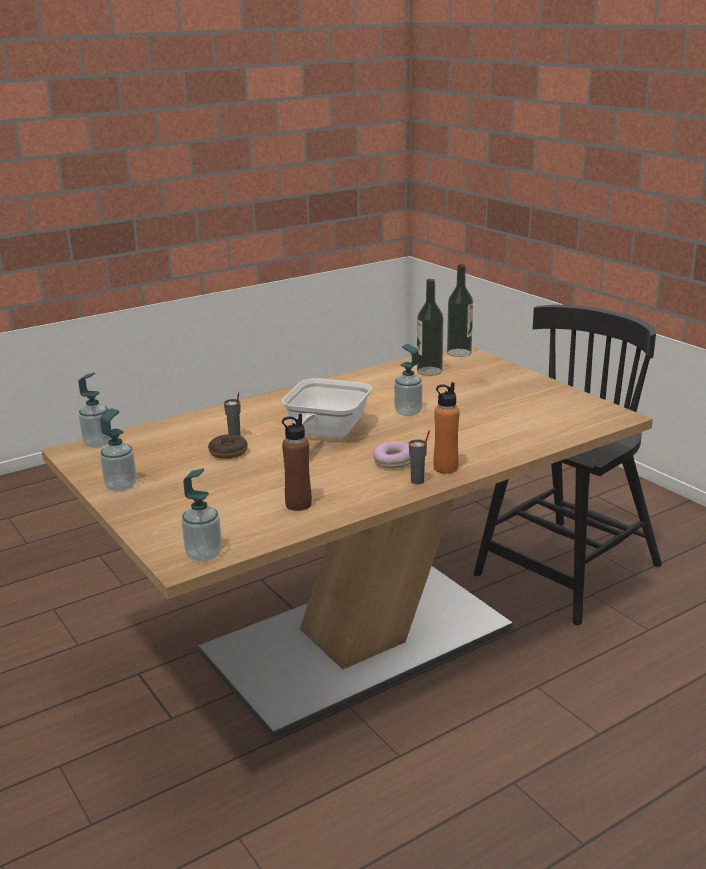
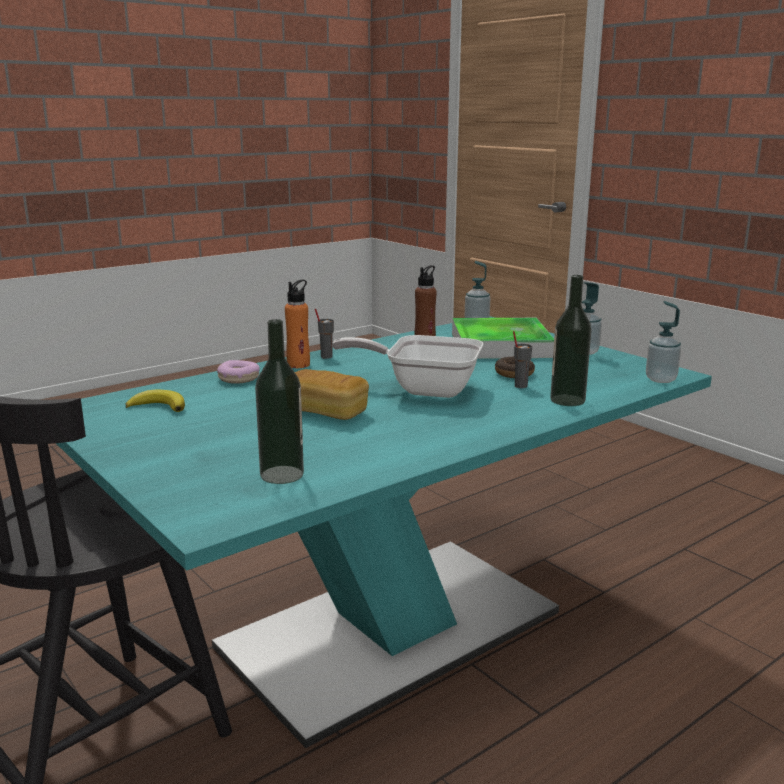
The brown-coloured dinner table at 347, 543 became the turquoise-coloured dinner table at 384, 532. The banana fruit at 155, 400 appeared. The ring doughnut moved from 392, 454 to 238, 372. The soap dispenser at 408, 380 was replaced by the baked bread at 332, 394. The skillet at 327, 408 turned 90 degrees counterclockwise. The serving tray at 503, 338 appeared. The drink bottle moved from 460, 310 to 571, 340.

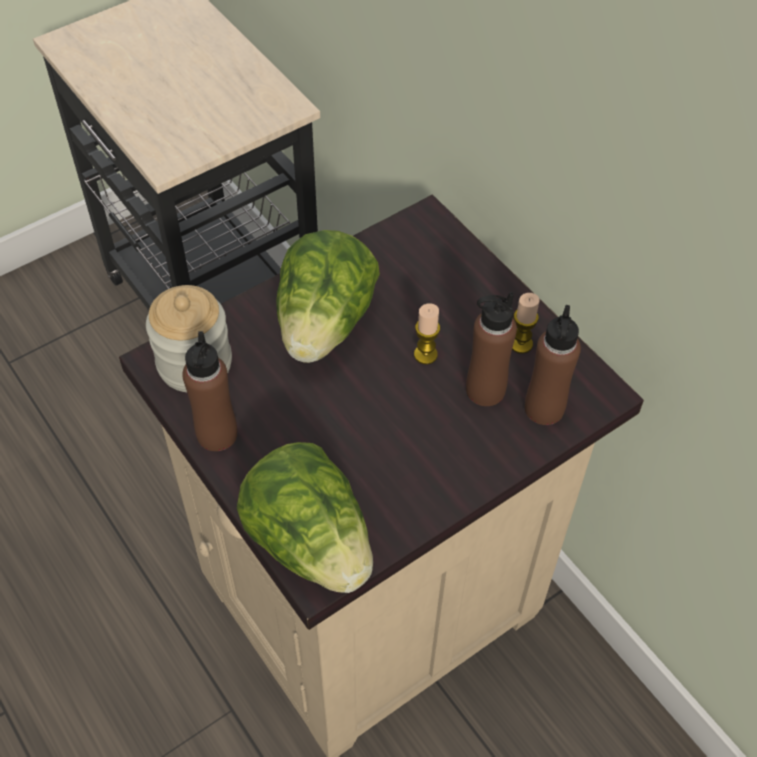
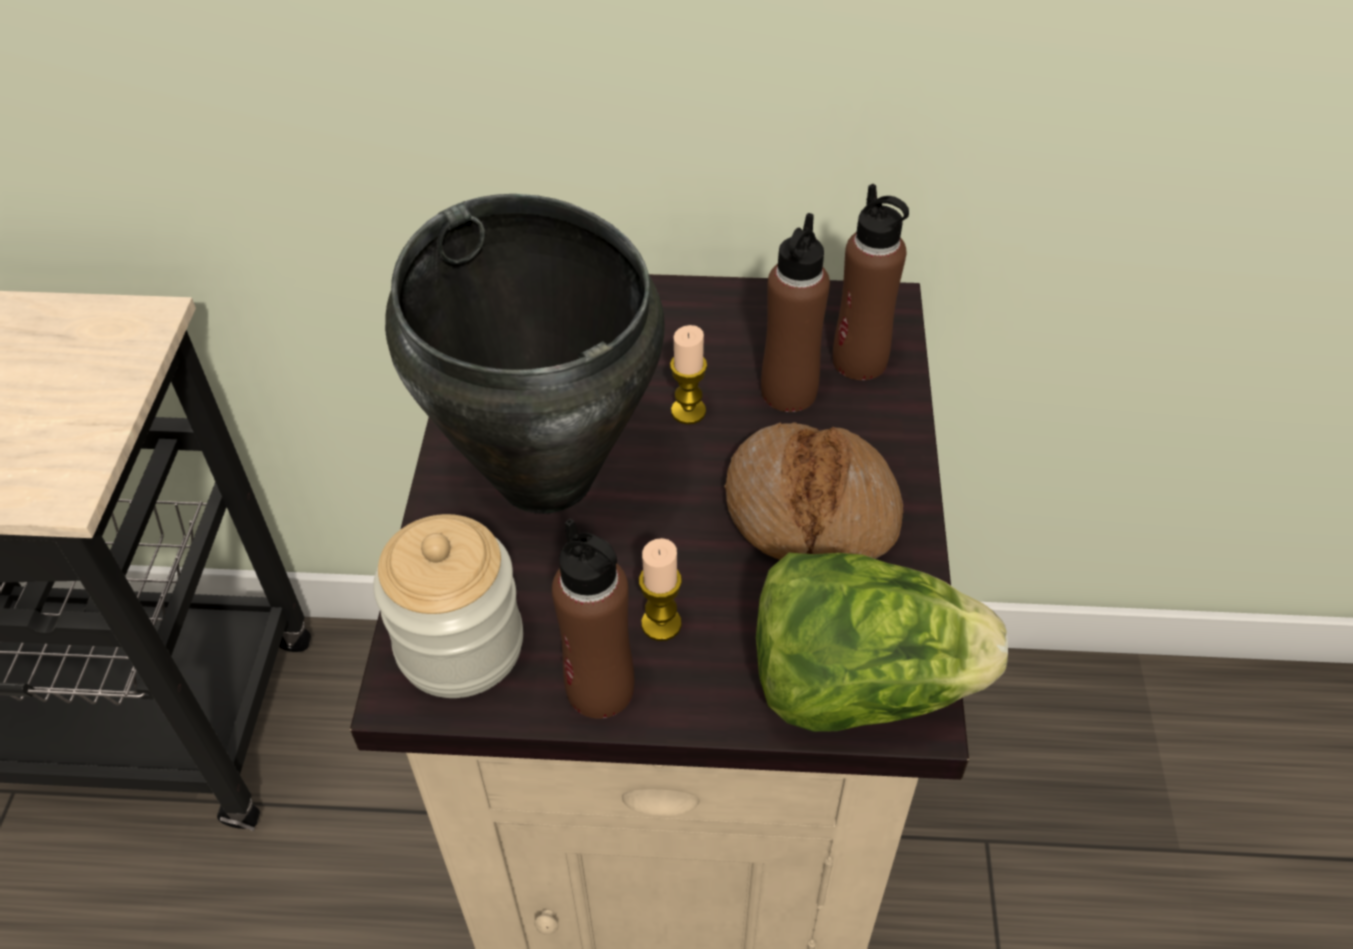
The head of lettuce at 328, 296 was replaced by the black-coloured cooking pot at 525, 354. The wax light moved from 526, 323 to 660, 589. The baked bread at 813, 491 appeared.

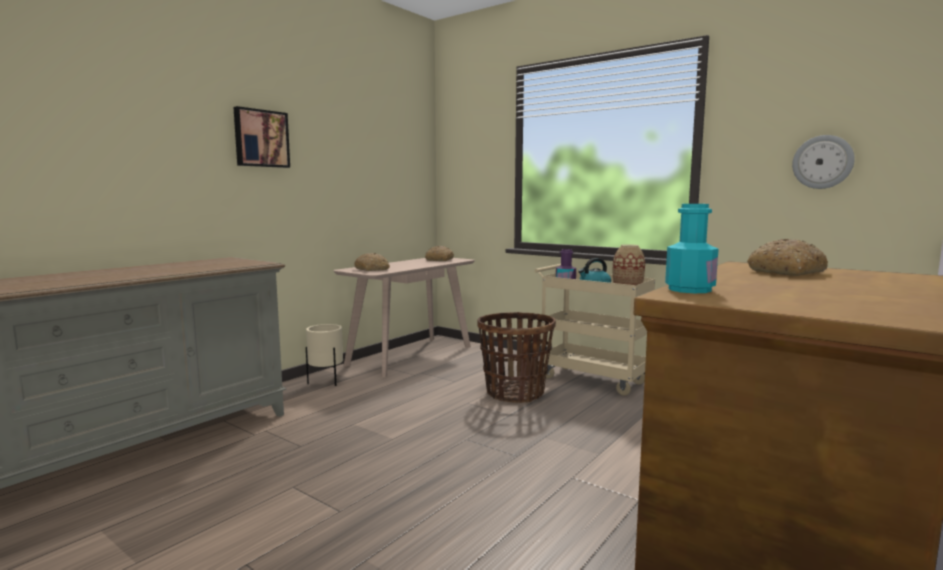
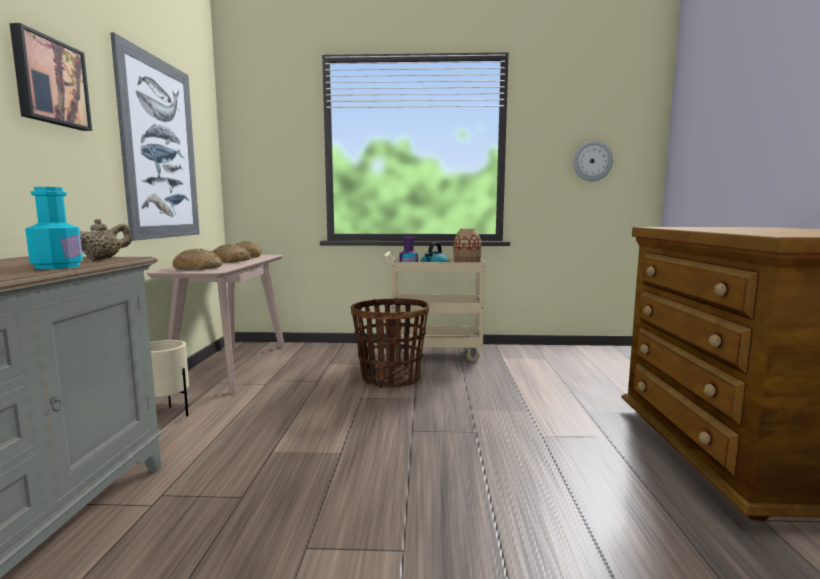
The turquoise-coloured drink bottle moved from 691, 248 to 54, 228. The beige-coloured tea pot at 106, 239 appeared. The picture at 155, 136 appeared. The baked bread moved from 787, 257 to 231, 253.

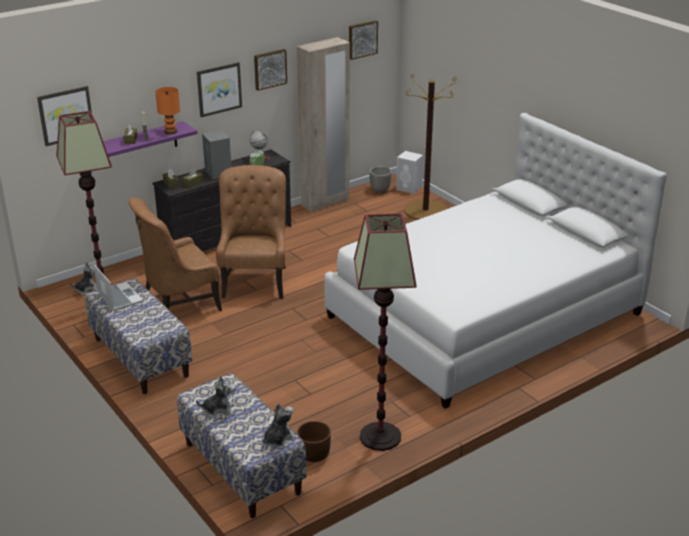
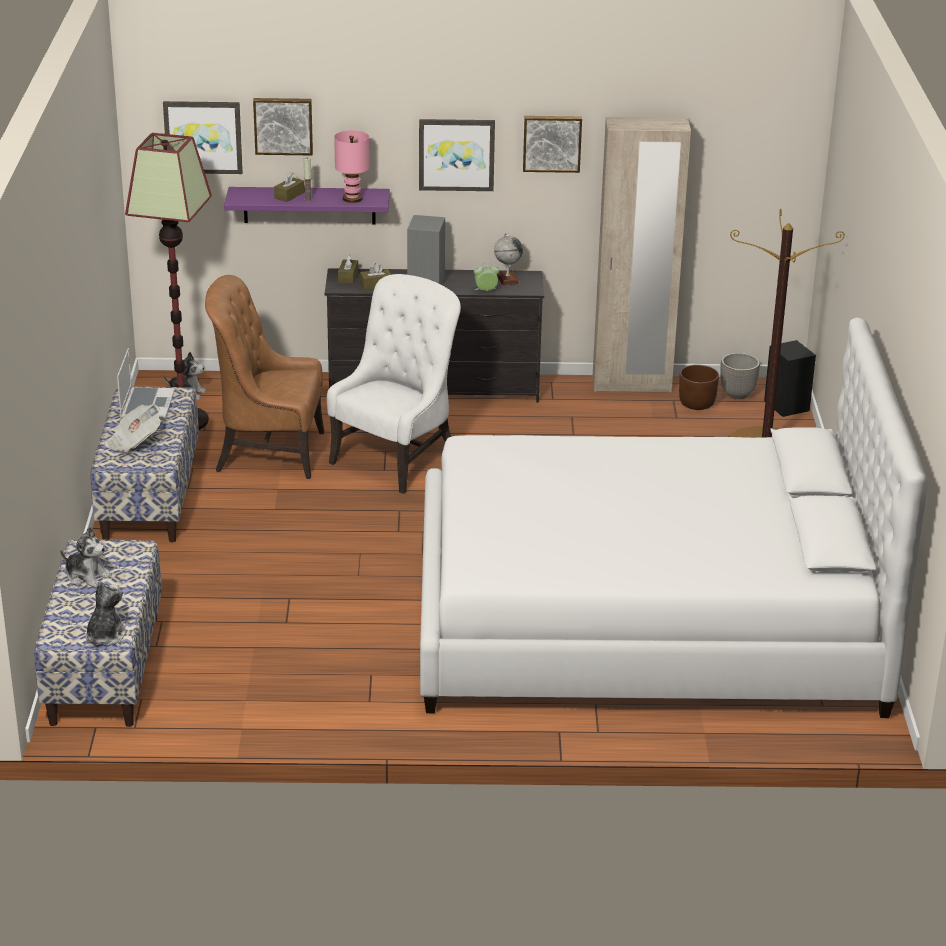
The soft toy at 279, 426 turned 60 degrees counterclockwise. The newspaper at 133, 429 appeared. The picture moved from 363, 40 to 283, 126. The brown-coloured plain chair at 251, 232 became the white plain chair at 394, 384. The orange-coloured tabletop lamp at 167, 110 became the pink-coloured tabletop lamp at 351, 166. The brown-coloured flower pot moved from 314, 441 to 699, 387. The white audio speaker at 409, 172 became the black-coloured audio speaker at 790, 378. The floor lamp at 385, 332 disappeared.

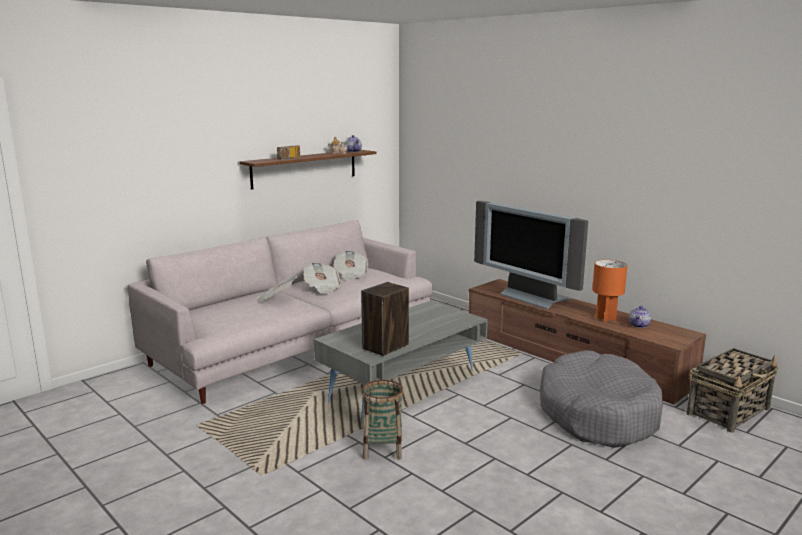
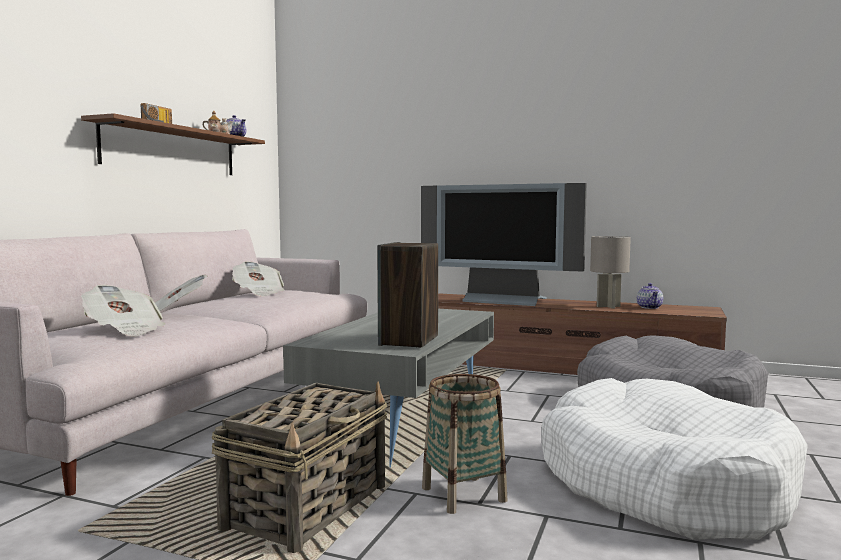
The newspaper moved from 322, 278 to 123, 311. The household basket moved from 732, 390 to 300, 467. The white pet bed at 674, 459 appeared. The orange-coloured tabletop lamp at 609, 291 became the grey tabletop lamp at 610, 272.

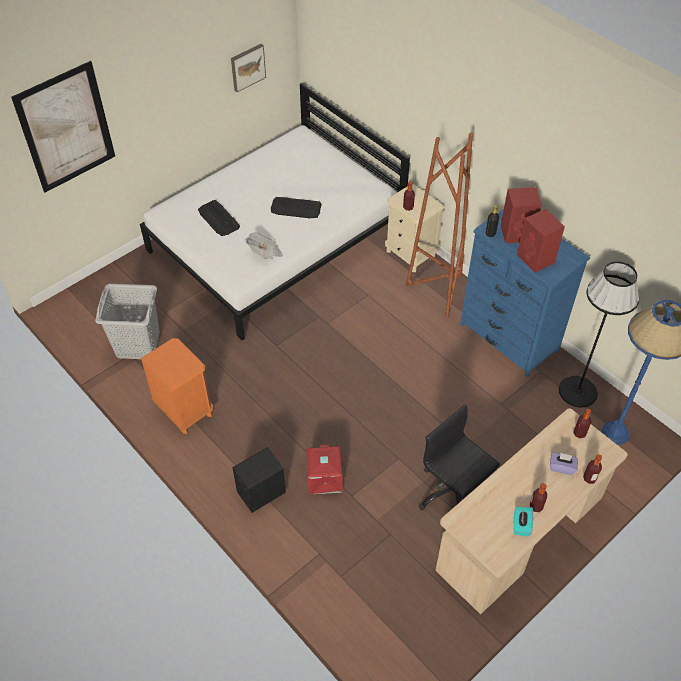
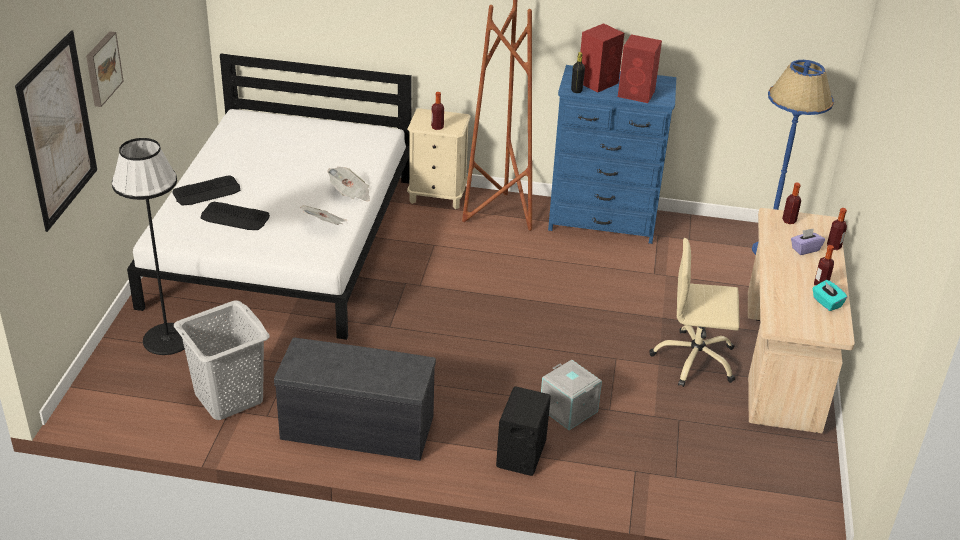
The picture moved from 248, 68 to 105, 69. The black-coloured floor lamp moved from 599, 334 to 152, 246. The computer keyboard moved from 296, 207 to 206, 190. The orange-coloured night table at 176, 386 was replaced by the grey bench at 355, 399. The newspaper at 348, 184 appeared. The red storage container at 324, 469 became the grey storage container at 571, 395. The black-coloured office chair at 459, 458 became the beige-coloured office chair at 694, 312.

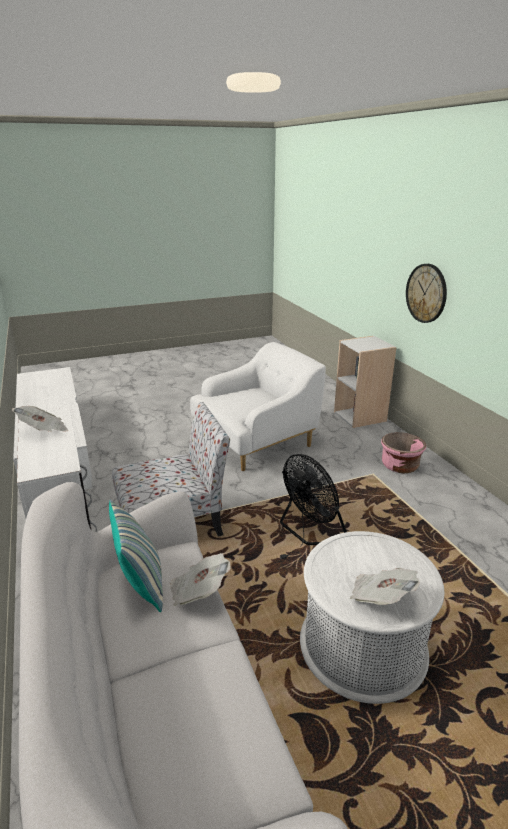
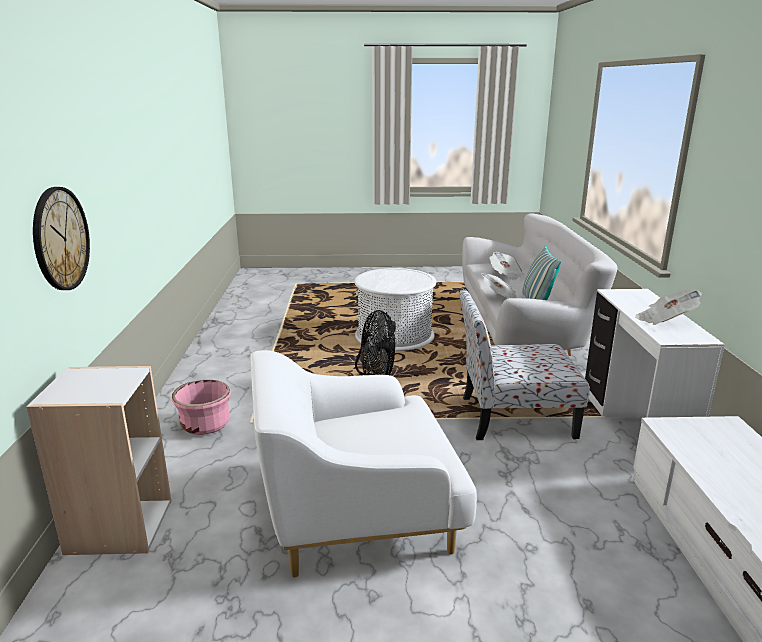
The newspaper moved from 385, 586 to 506, 266.

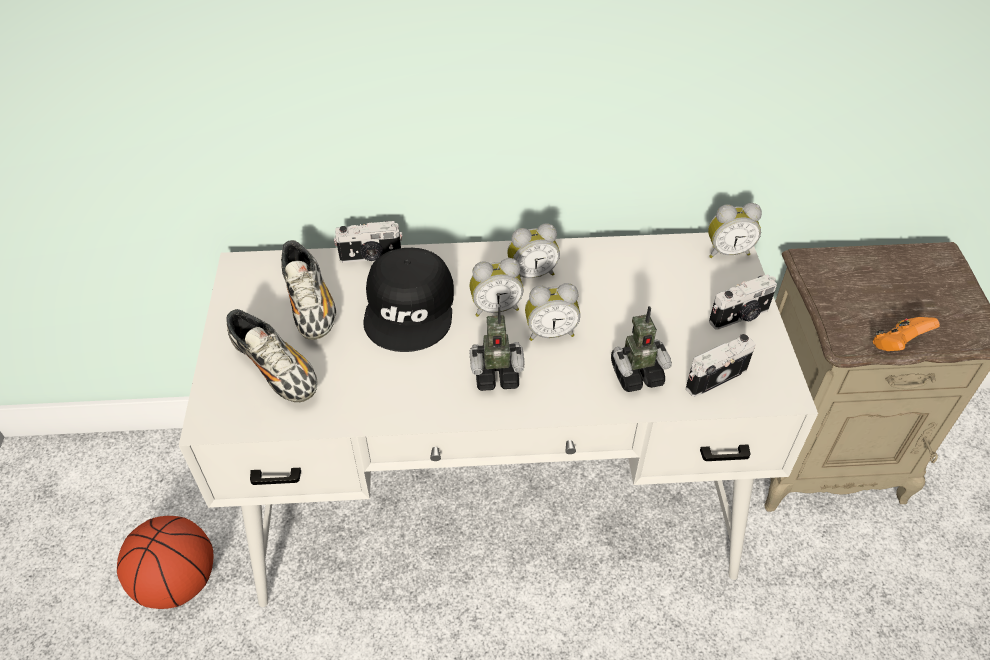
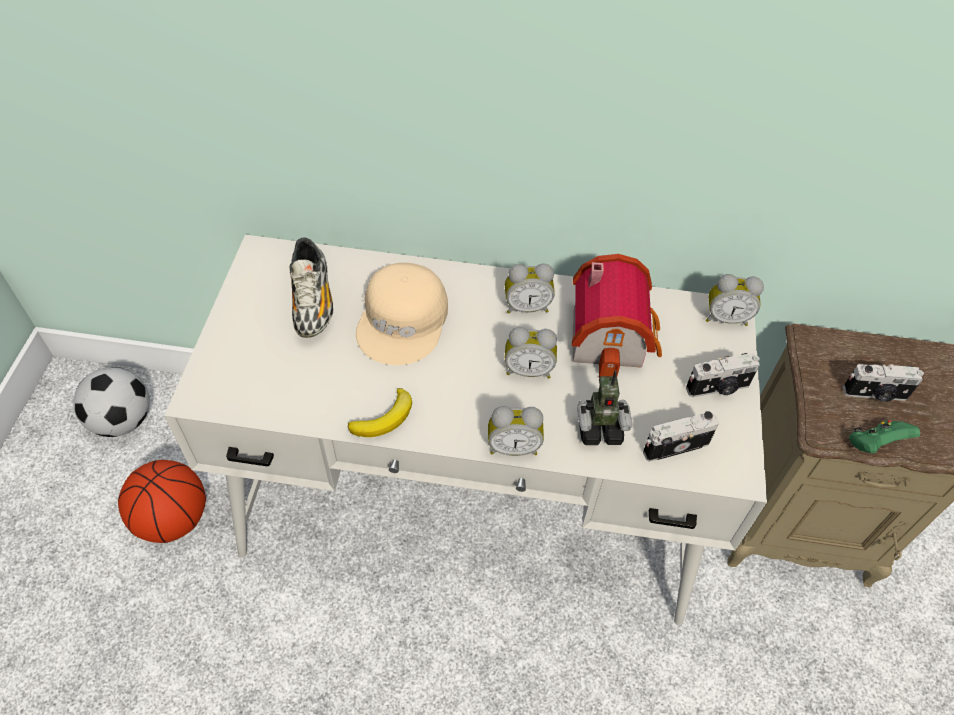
The football at 111, 402 appeared. The banana fruit at 380, 412 appeared. The black-coloured cap at 408, 300 became the beige-coloured cap at 402, 314. The bedside clock moved from 496, 287 to 516, 431. The toy house at 617, 316 appeared. The photo camera moved from 368, 242 to 883, 383. The orange-coloured game controller at 906, 334 became the green-coloured game controller at 884, 437. The low shoe at 272, 355 disappeared. The robot figure at 497, 349 disappeared.

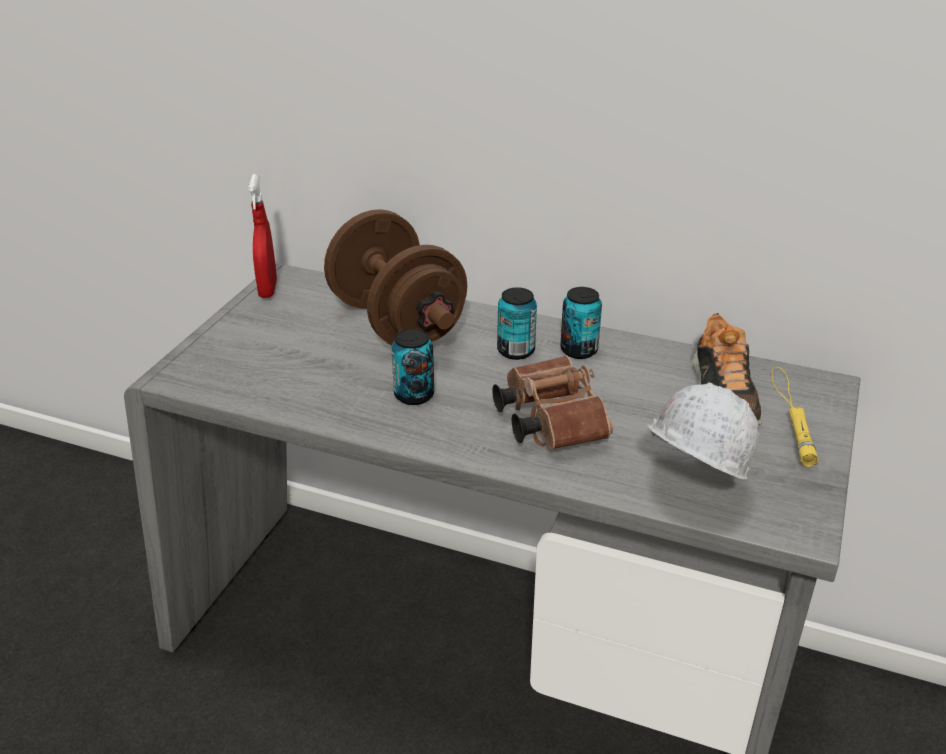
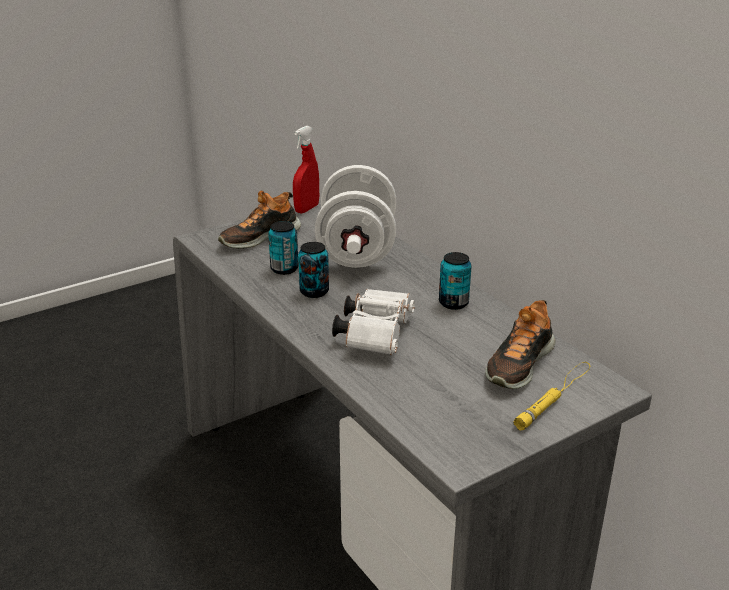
The low shoe at 259, 220 appeared. The can moved from 517, 323 to 283, 248. The brown-coloured hand weight at 395, 277 became the white hand weight at 355, 216. The brown-coloured binoculars at 552, 403 became the white binoculars at 373, 322. The white hard hat at 703, 431 disappeared.

